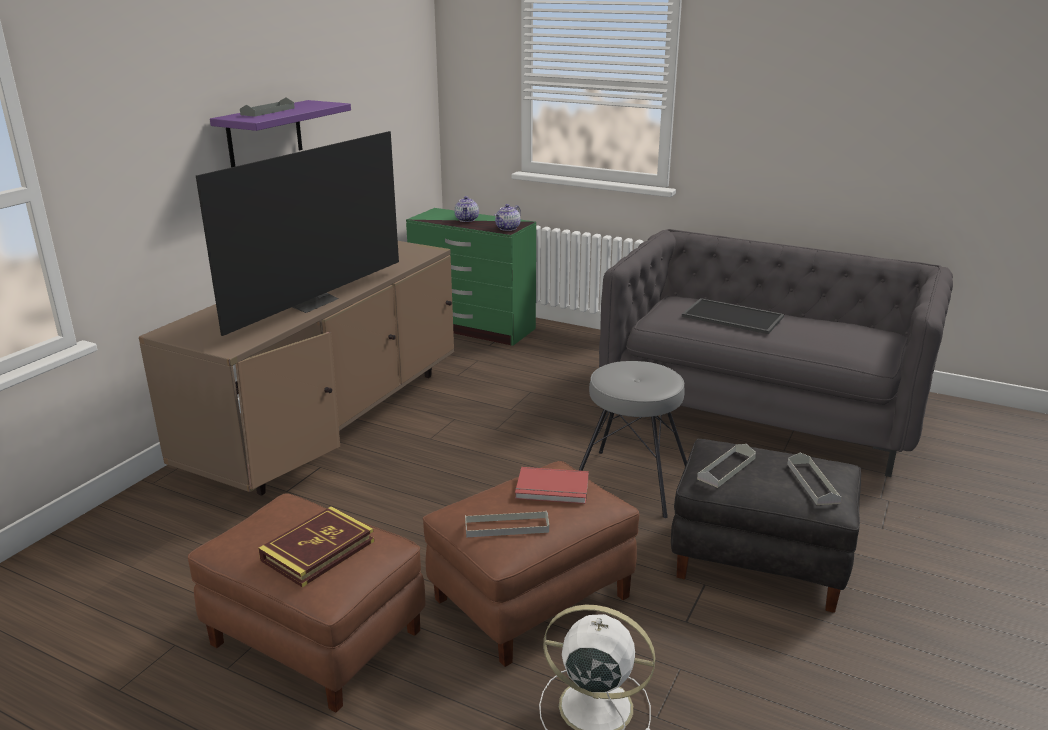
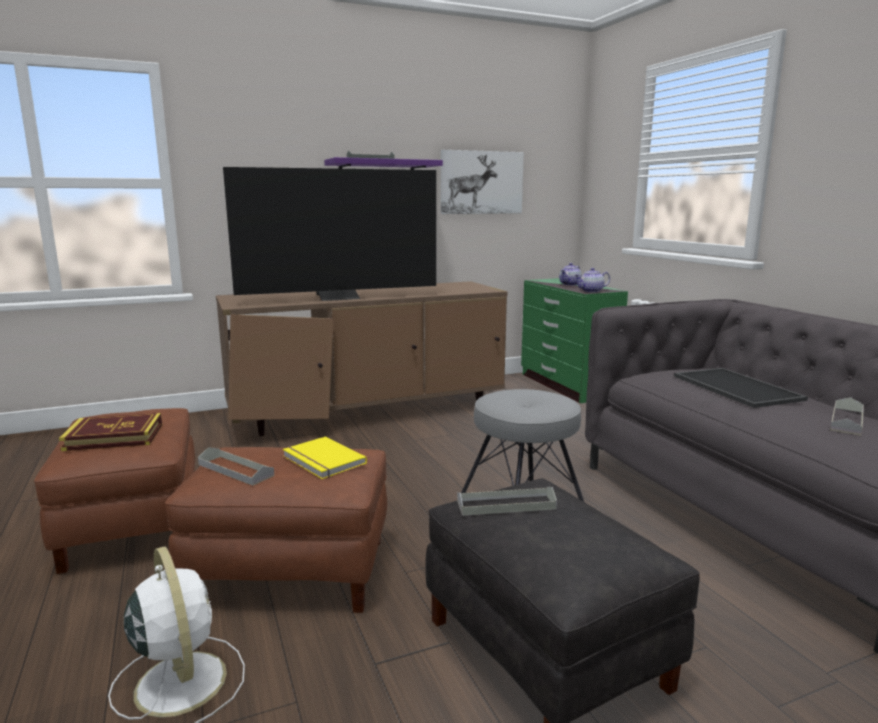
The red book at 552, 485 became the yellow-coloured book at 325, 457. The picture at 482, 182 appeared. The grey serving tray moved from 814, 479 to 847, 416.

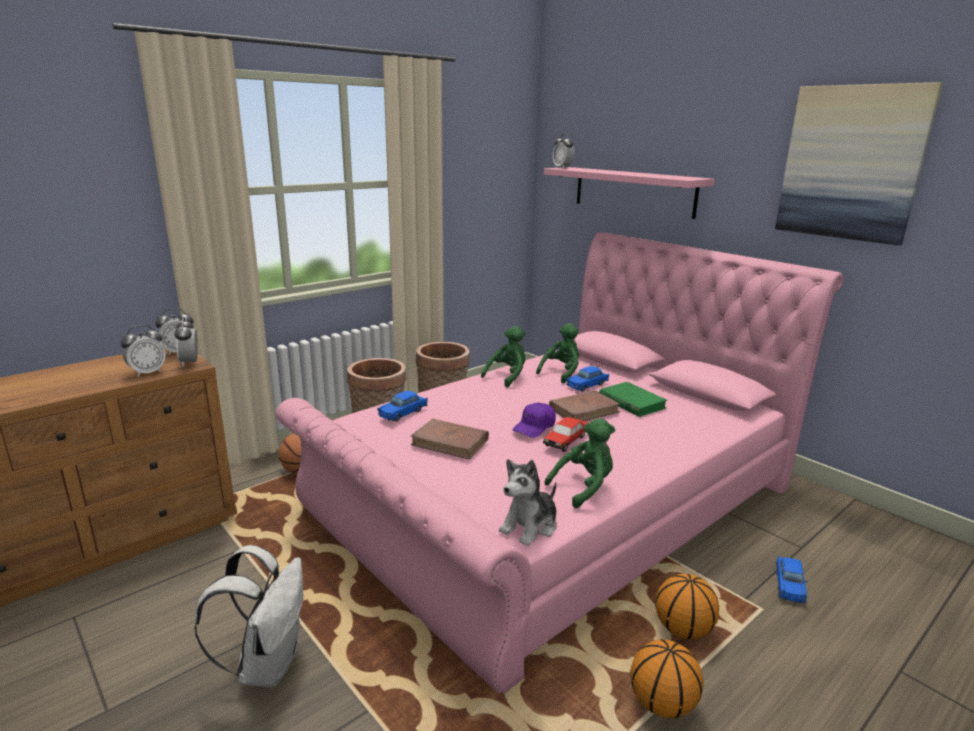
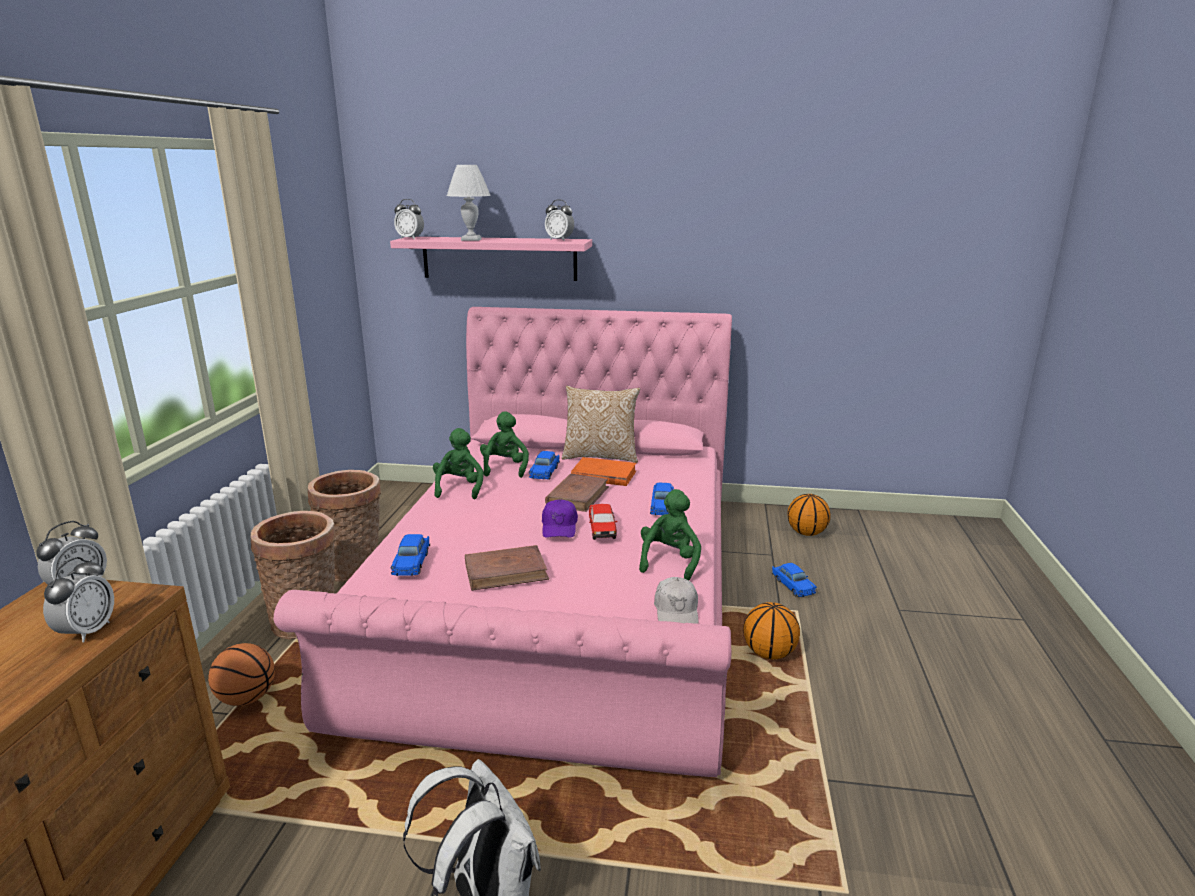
The white tabletop lamp at 469, 203 appeared. The bedside clock moved from 186, 342 to 559, 219. The cushion at 601, 424 appeared. The green-coloured book at 633, 399 became the orange-coloured book at 603, 471. The blue miniature car at 662, 499 appeared. The soft toy at 528, 502 was replaced by the white cap at 676, 600. The basketball ball moved from 667, 678 to 809, 515. The picture at 859, 164 disappeared.

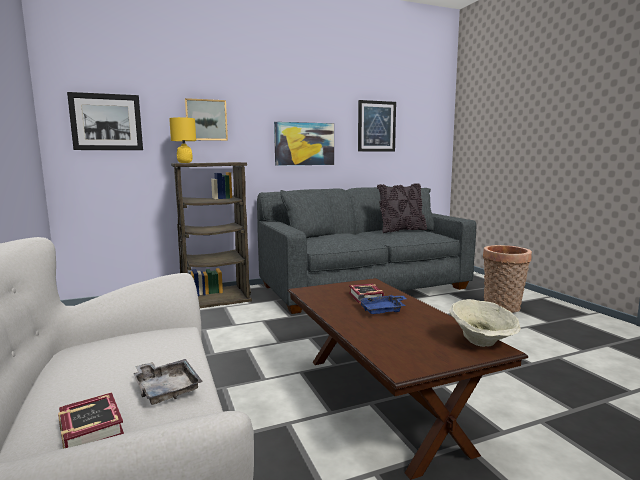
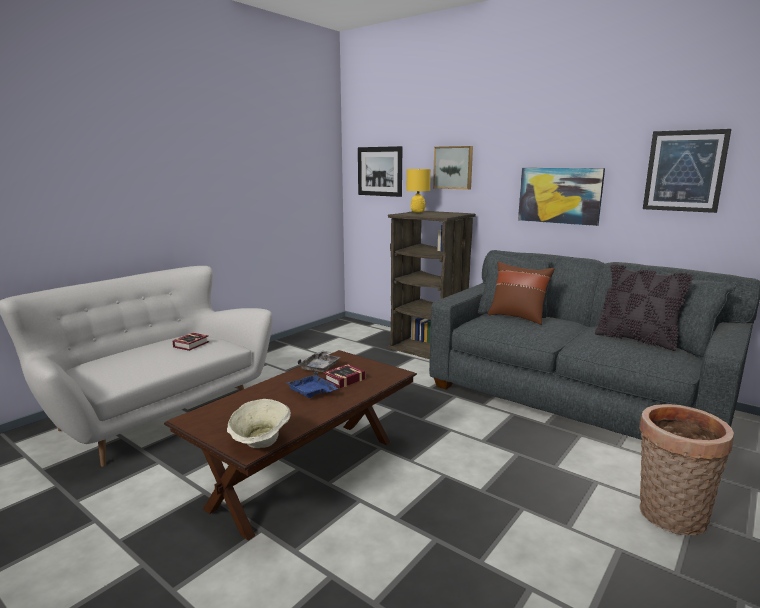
The book moved from 91, 420 to 191, 342. The grey serving tray moved from 168, 382 to 319, 361. The brown-coloured cushion at 521, 293 appeared.

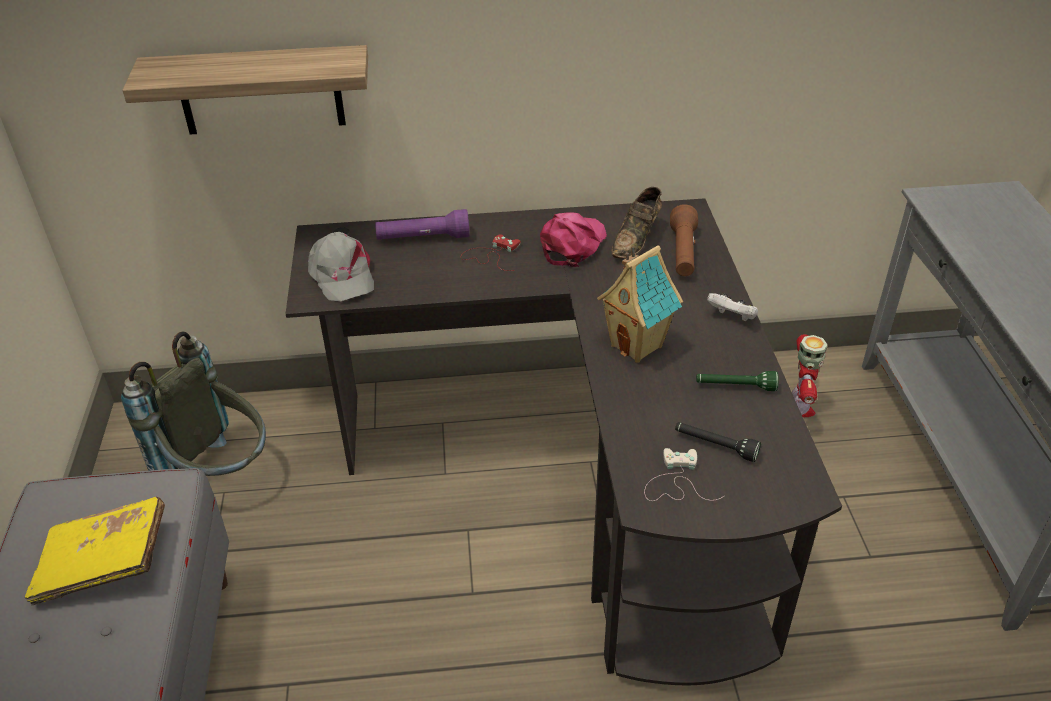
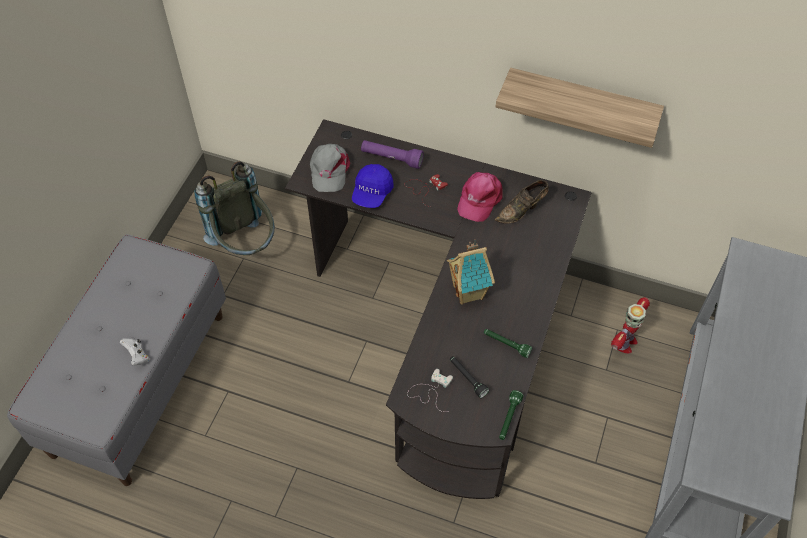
The white game controller moved from 732, 307 to 134, 351. The blue cap at 373, 186 appeared. The pink-coloured cap at 573, 239 turned 150 degrees clockwise. The bracket shelf moved from 245, 90 to 580, 108. The green-coloured hand torch at 511, 415 appeared. The yellow-coloured book at 95, 551 disappeared. The brown-coloured hand torch at 684, 240 disappeared.

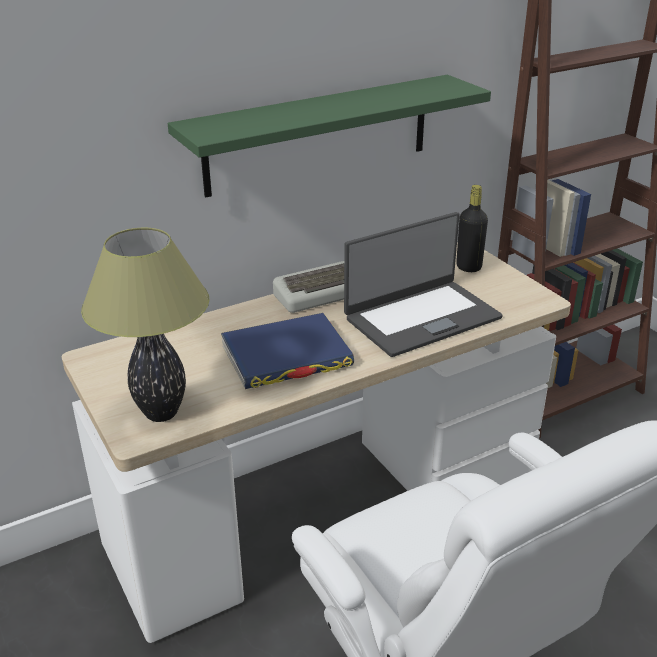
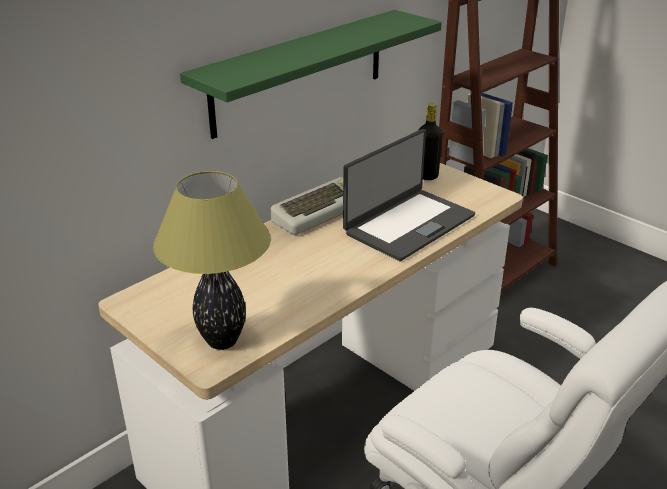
The blue book at 287, 351 disappeared.

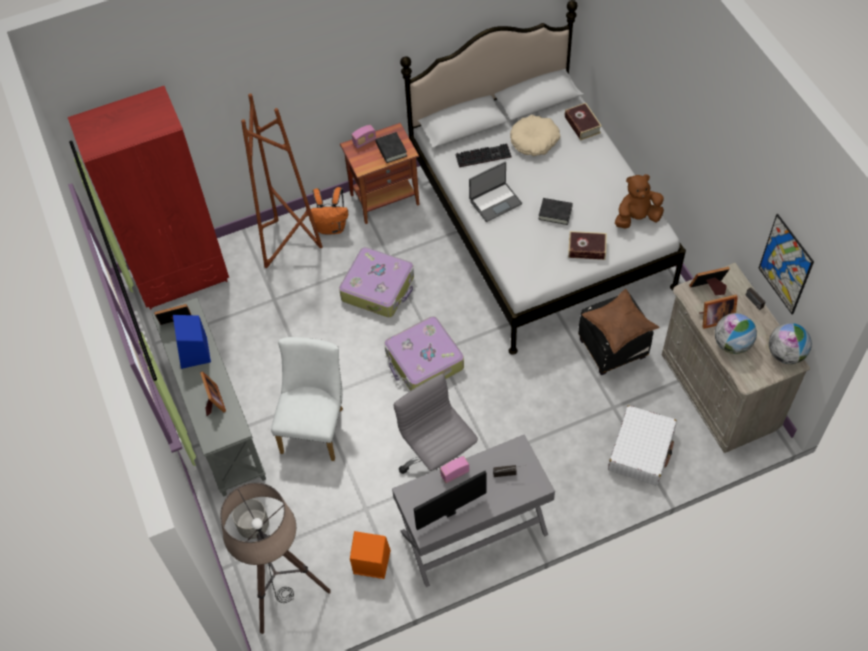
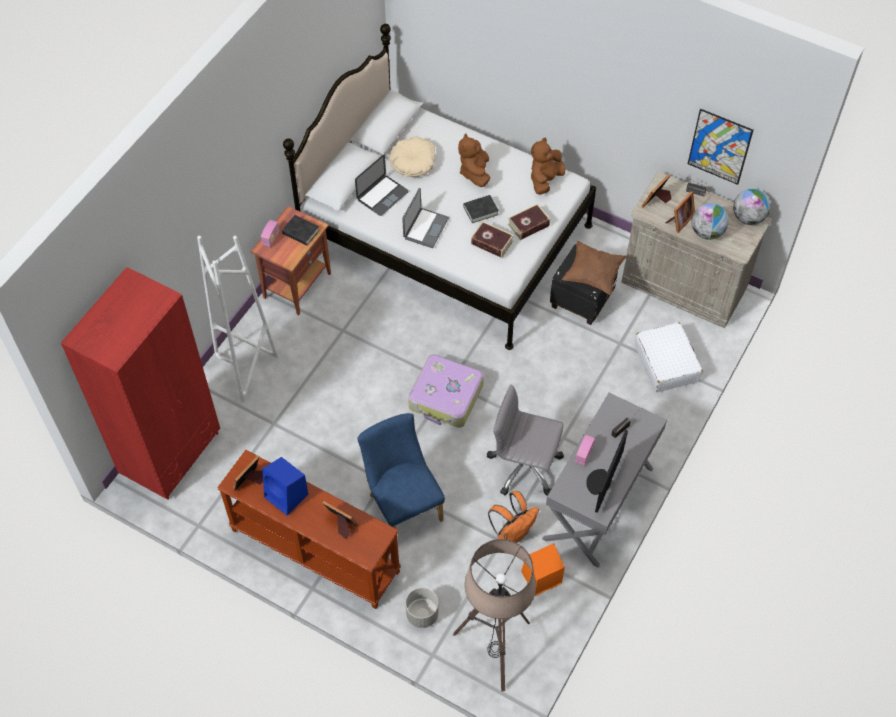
The brown-coloured garment stand at 281, 180 became the white garment stand at 237, 319. The grey narrow table at 209, 397 became the brown-coloured narrow table at 309, 529. The computer keyboard at 483, 155 was replaced by the notebook computer at 382, 185. The white plain chair at 307, 399 became the blue plain chair at 401, 470. The brown-coloured soft toy at 474, 160 appeared. The book moved from 583, 122 to 492, 240. The orange-coloured rucksack moved from 328, 211 to 513, 517. The piece of luggage at 376, 282 disappeared.

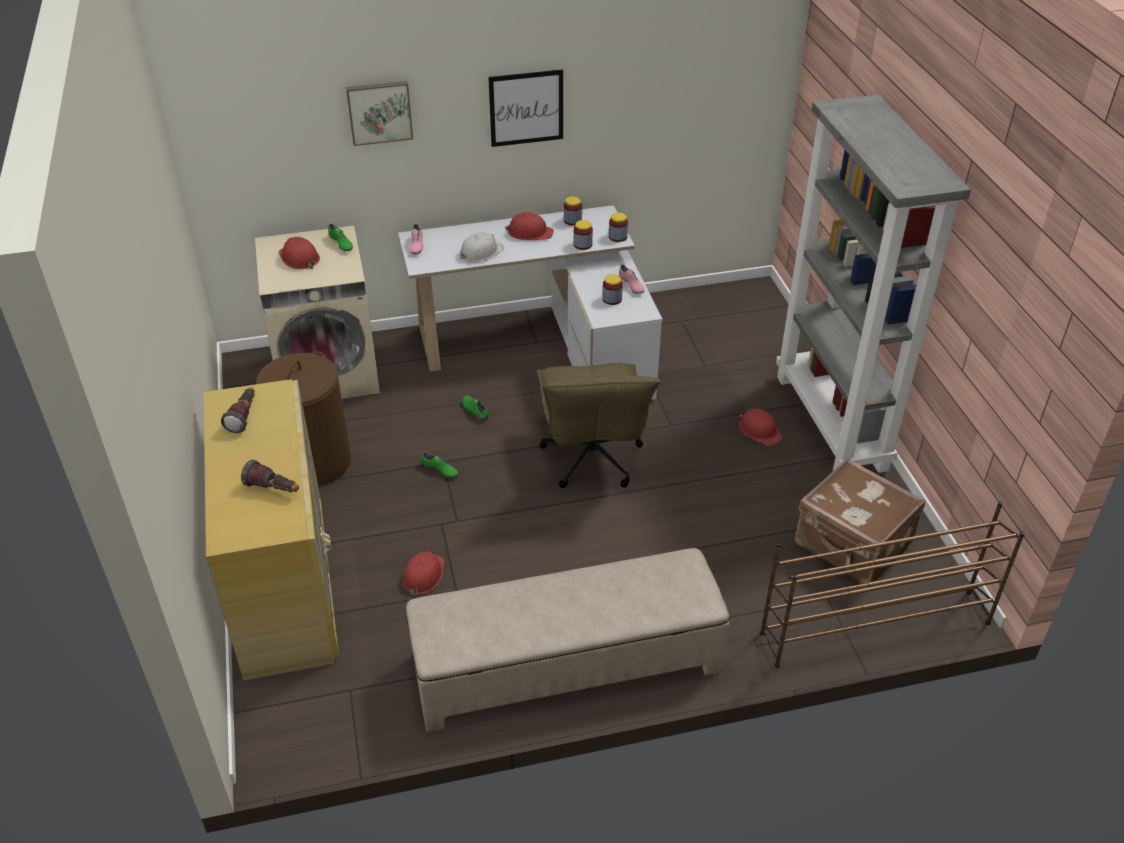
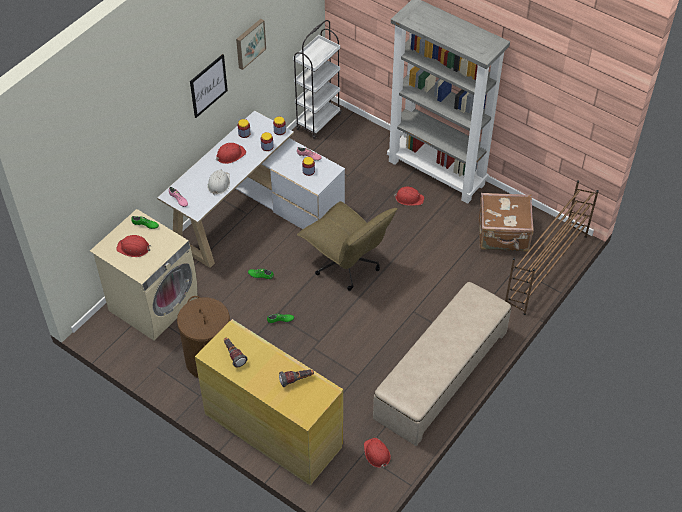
The picture moved from 379, 113 to 251, 44. The white trolley at 318, 79 appeared. The red hard hat moved from 423, 573 to 377, 453.

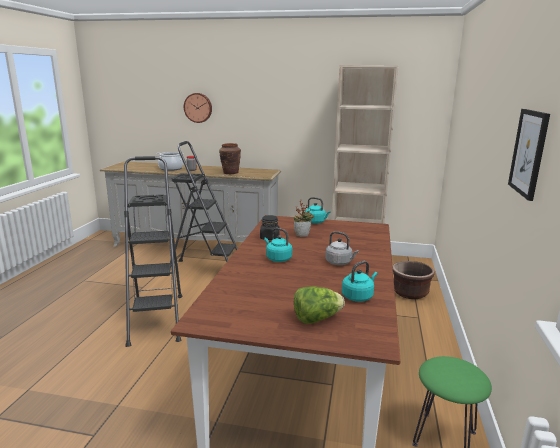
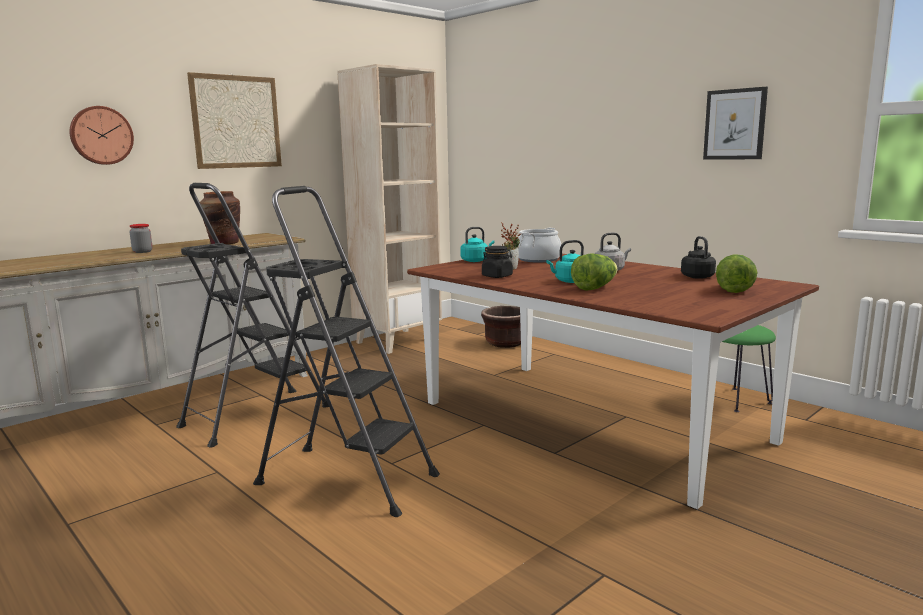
The picture at 234, 120 appeared. The cooking pot moved from 170, 161 to 539, 245. The head of lettuce at 594, 271 appeared. The turquoise-coloured kettle at 359, 281 became the black-coloured kettle at 698, 257.

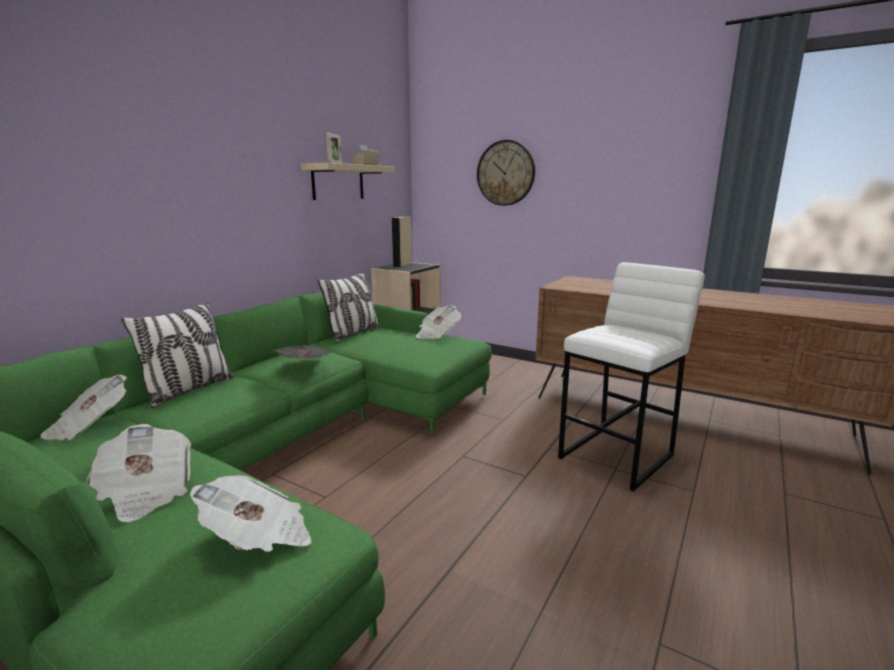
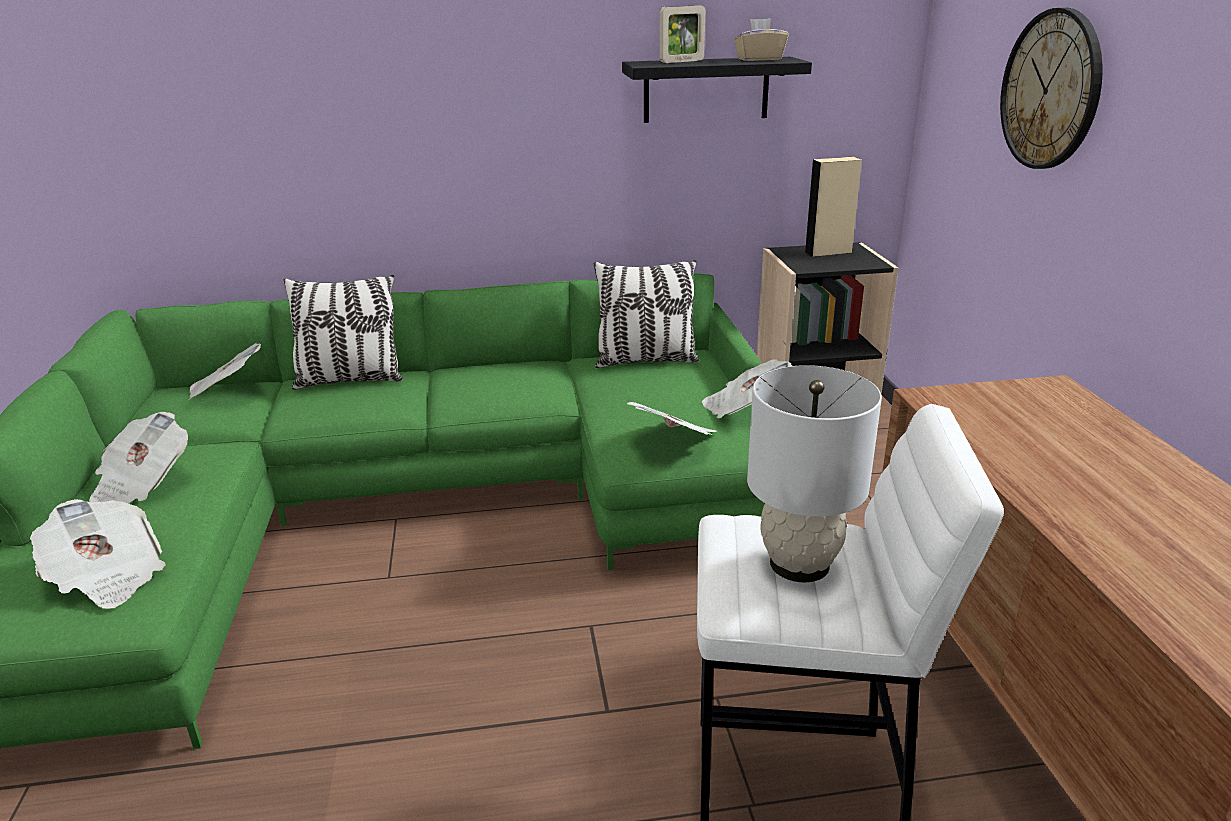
The beige-coloured bracket shelf at 347, 181 became the black-coloured bracket shelf at 717, 90. The newspaper moved from 302, 351 to 672, 418. The white tabletop lamp at 814, 473 appeared.

